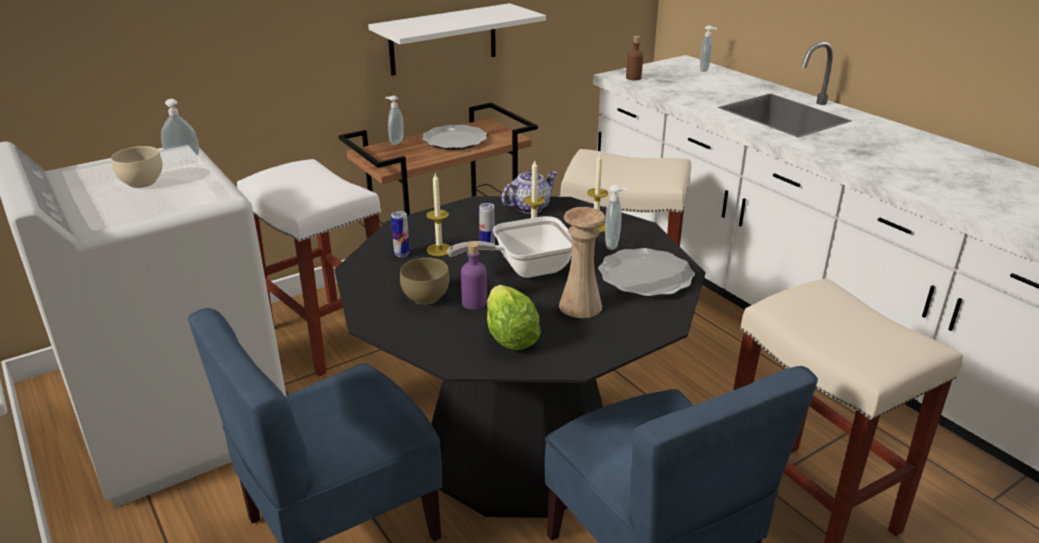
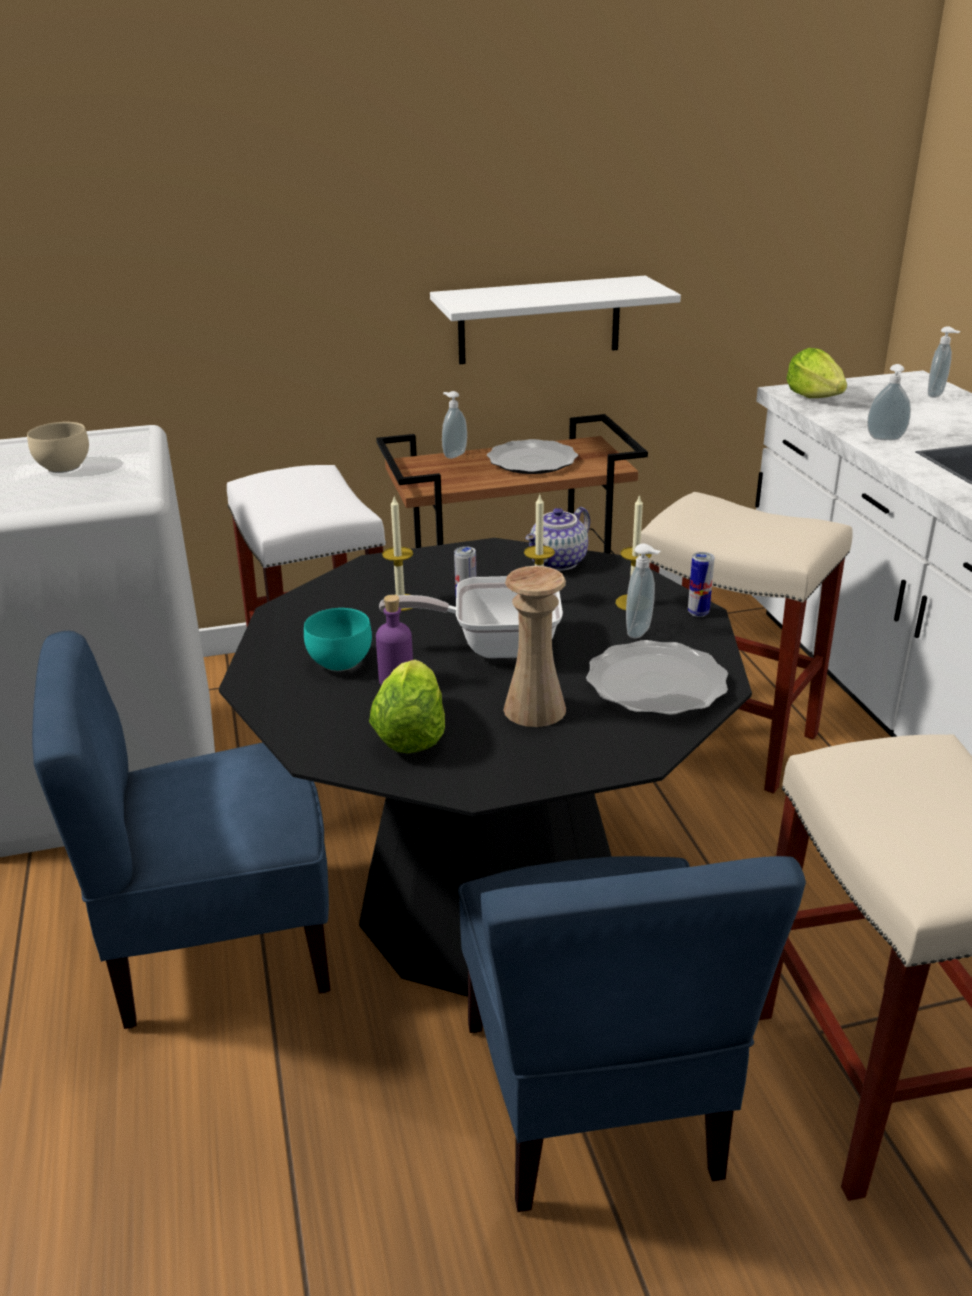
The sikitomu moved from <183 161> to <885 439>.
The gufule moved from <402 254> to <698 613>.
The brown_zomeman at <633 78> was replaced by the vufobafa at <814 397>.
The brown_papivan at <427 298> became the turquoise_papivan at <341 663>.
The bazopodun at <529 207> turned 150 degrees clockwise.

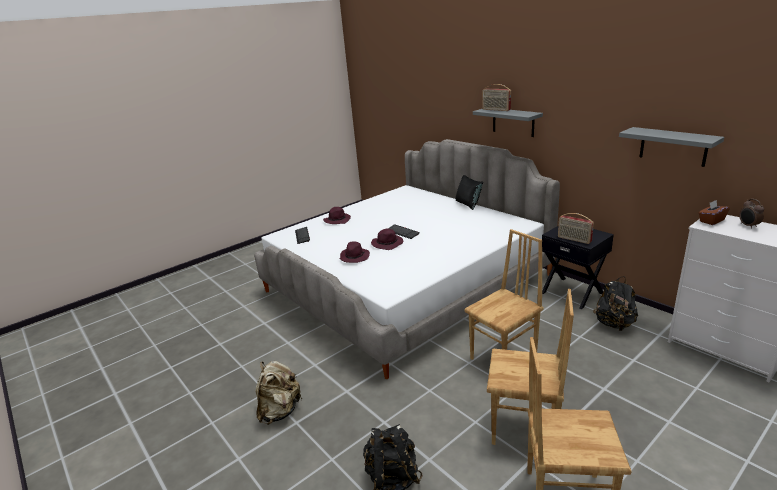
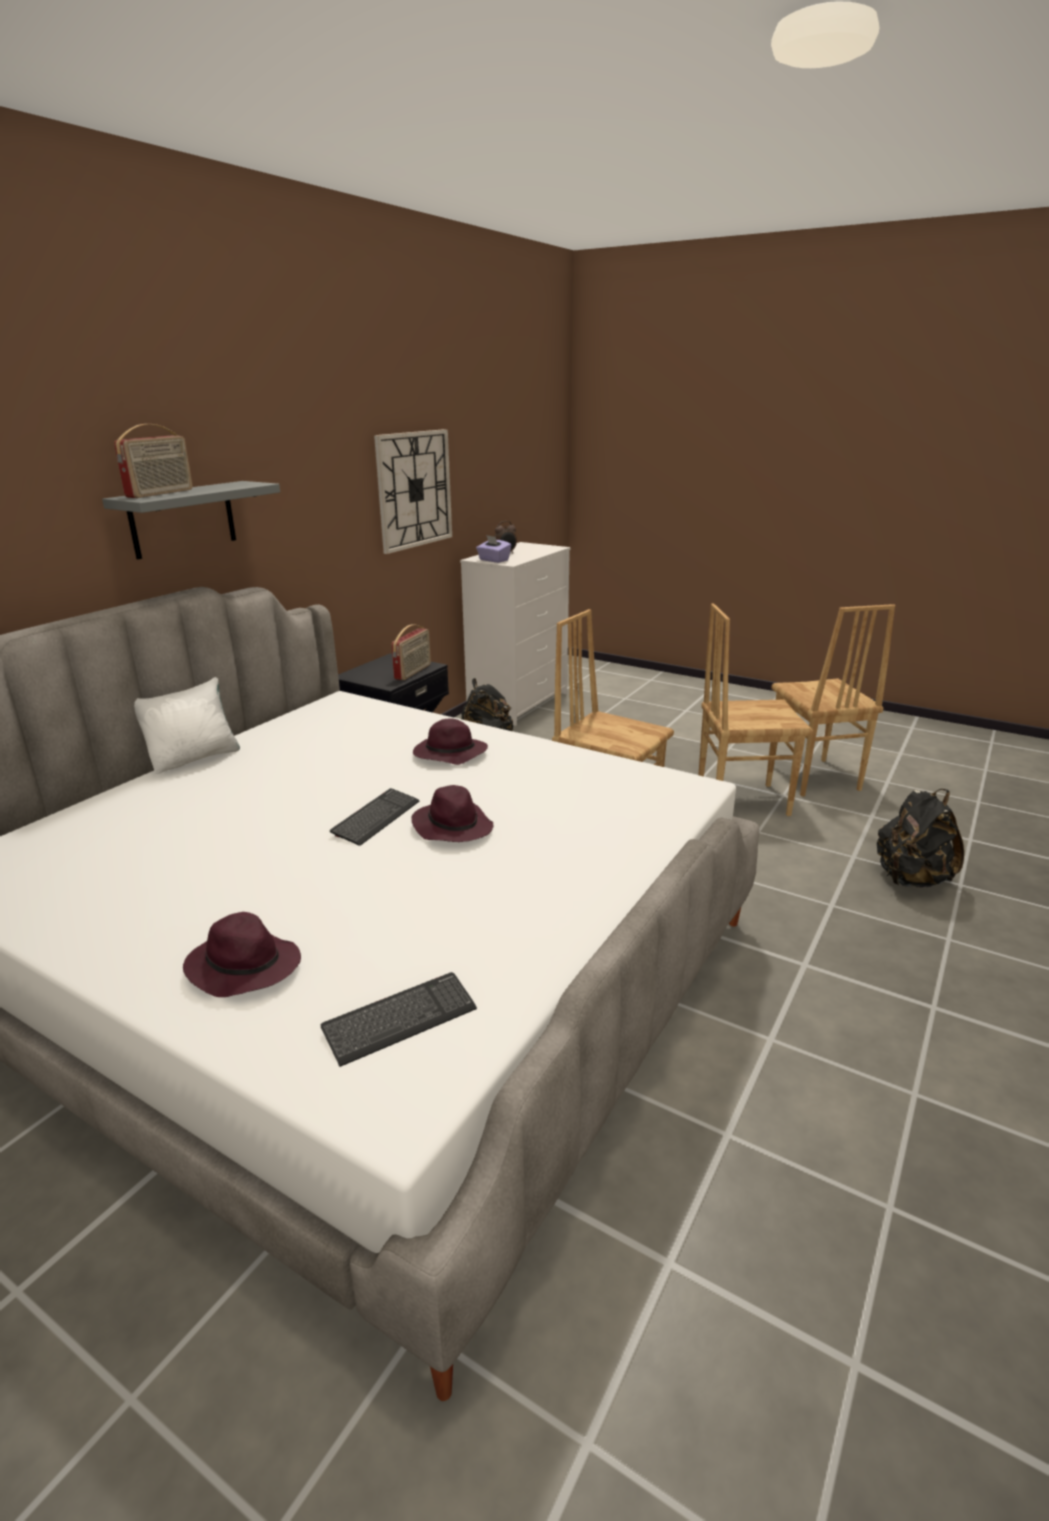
The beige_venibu at <280 411> disappeared.
The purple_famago moved from <354 257> to <449 754>.
The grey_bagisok at <673 146> was replaced by the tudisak at <414 490>.
The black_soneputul at <468 204> became the white_soneputul at <194 758>.
The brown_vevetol at <711 221> became the purple_vevetol at <493 560>.
The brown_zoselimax at <524 430> turned 90 degrees counterclockwise.

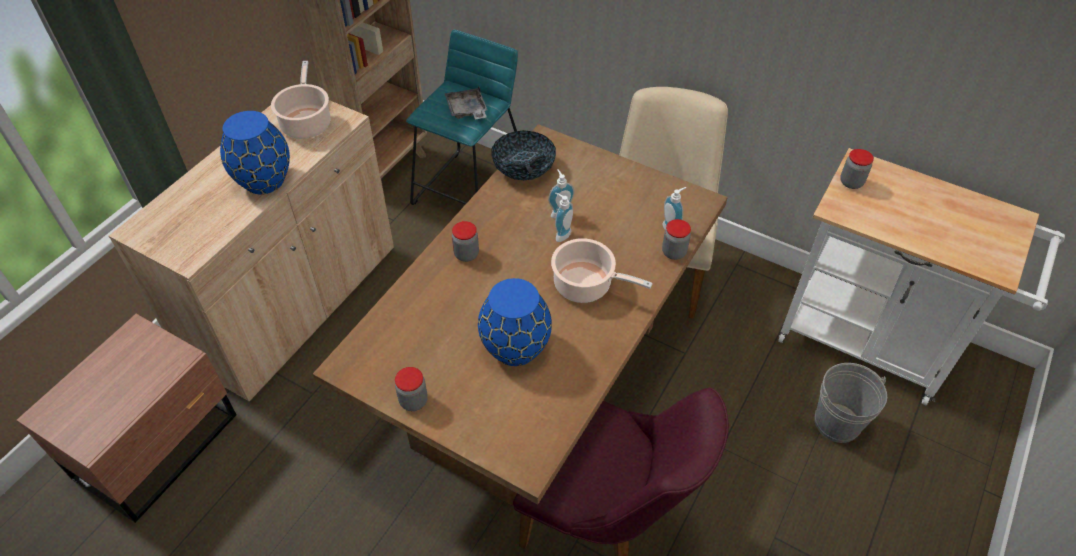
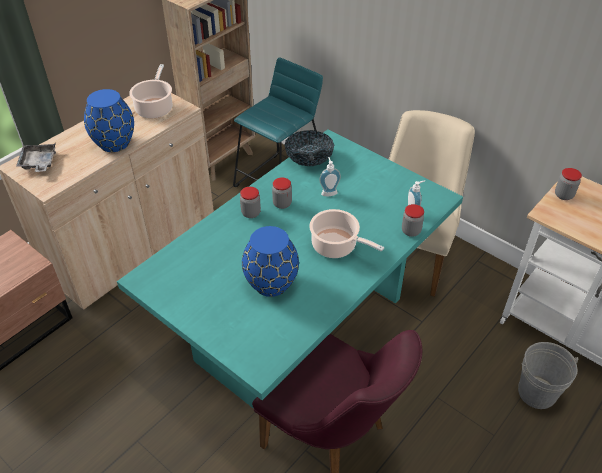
The sikitomu at <561 234> disappeared.
The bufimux moved from <413 401> to <282 204>.
The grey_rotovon moved from <467 110> to <39 163>.
The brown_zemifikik at <538 386> became the turquoise_zemifikik at <301 329>.

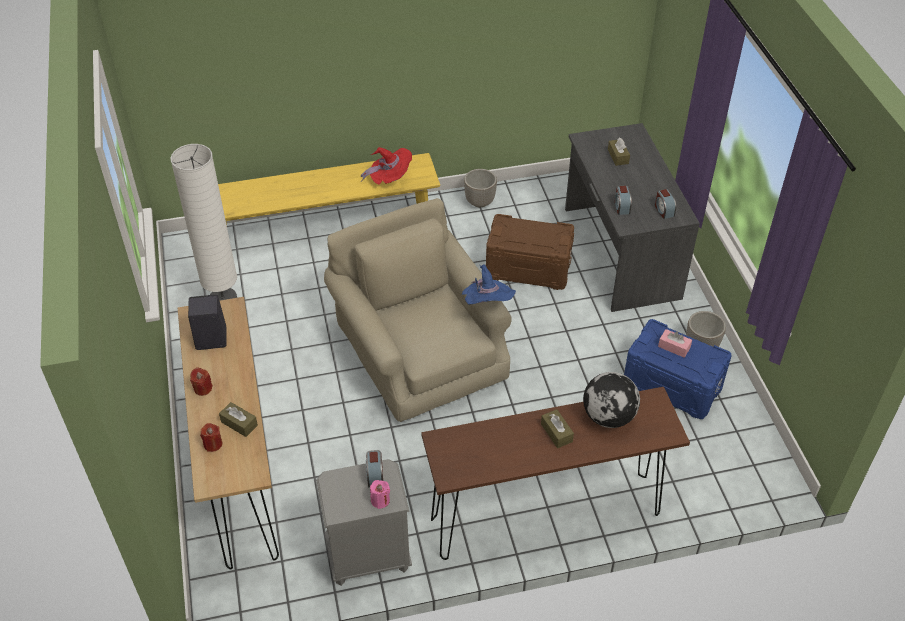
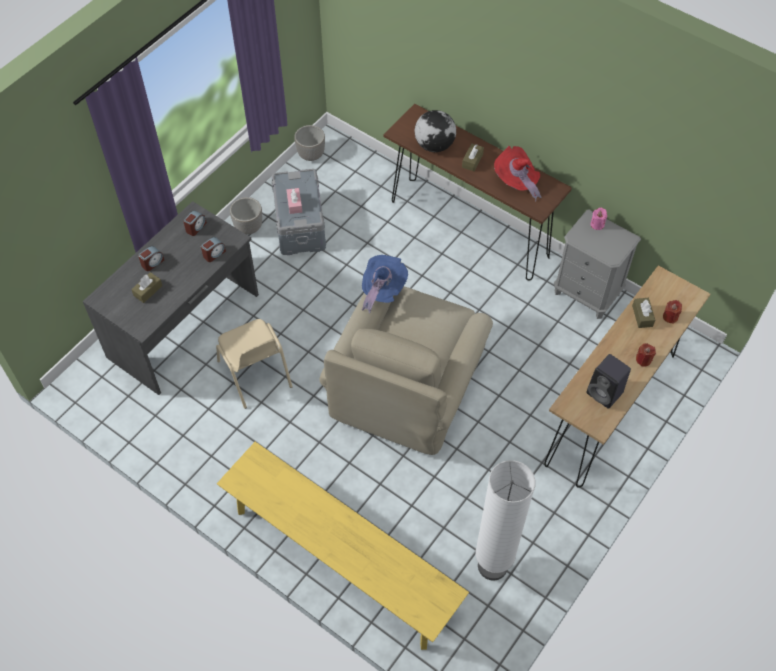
The red_famago moved from <390 178> to <516 182>.
The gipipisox moved from <375 475> to <152 263>.
The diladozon moved from <480 202> to <311 155>.
The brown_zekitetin at <528 267> was replaced by the beige_zoselimax at <255 375>.
The blue_zekitetin at <672 385> became the grey_zekitetin at <301 225>.

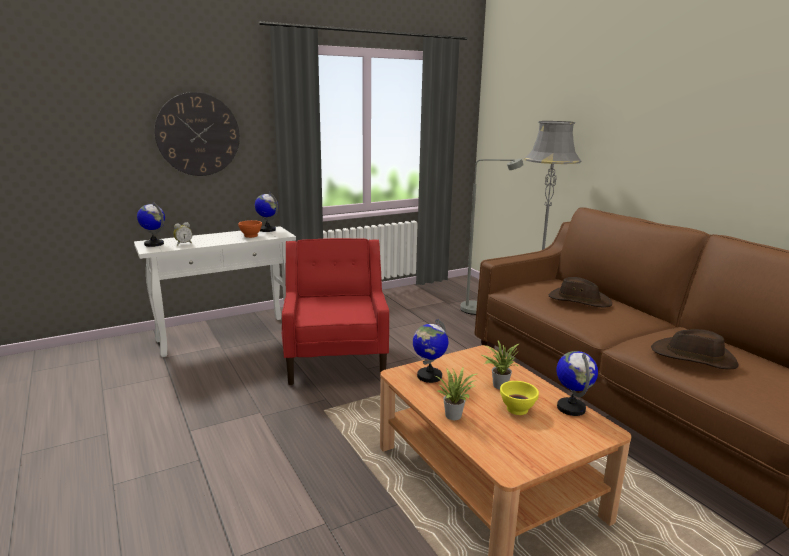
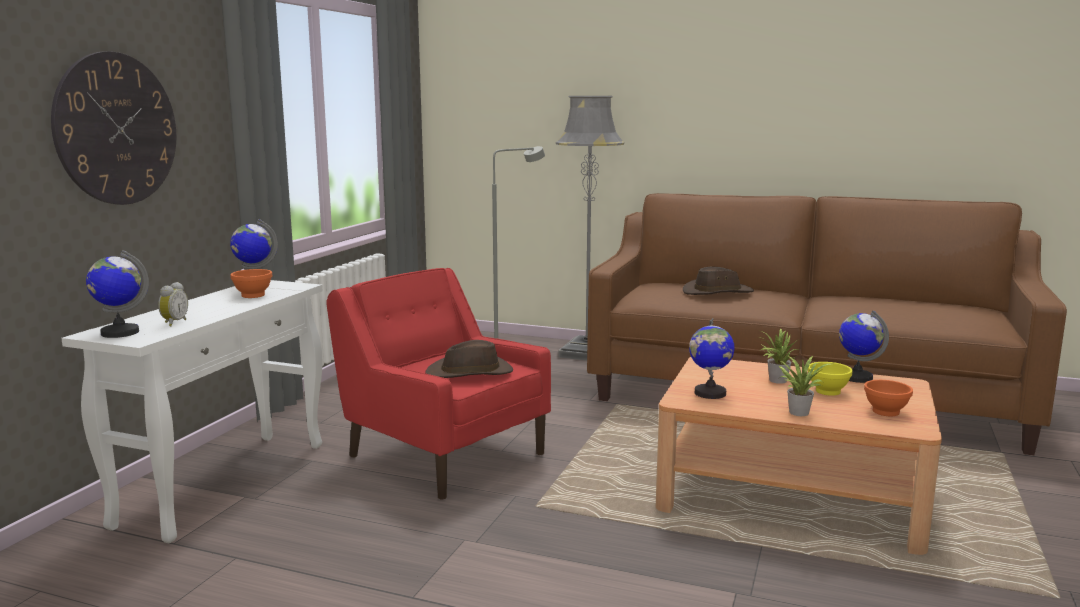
The orange_papivan at <886 411> appeared.
The brown_famago moved from <694 357> to <470 373>.

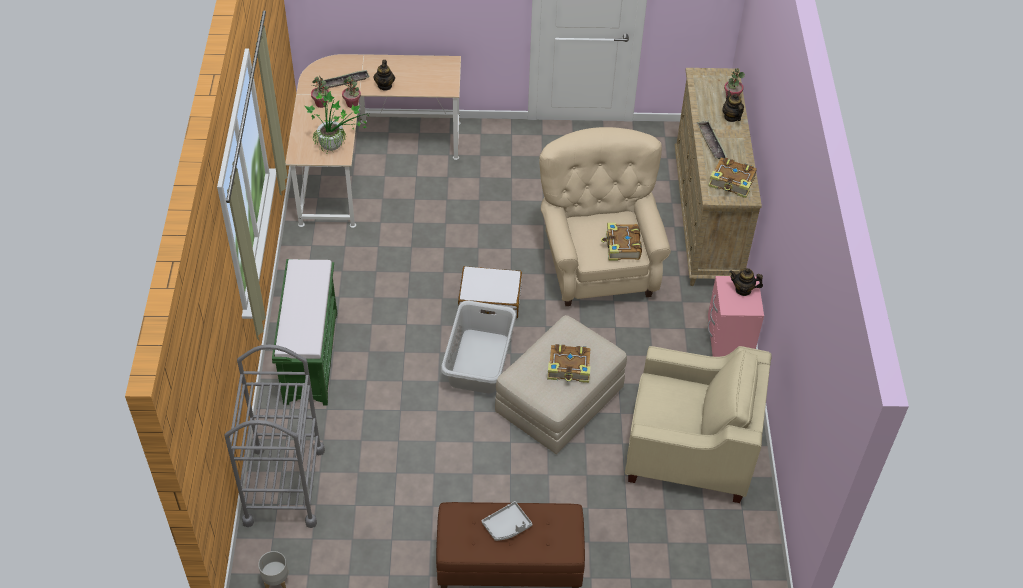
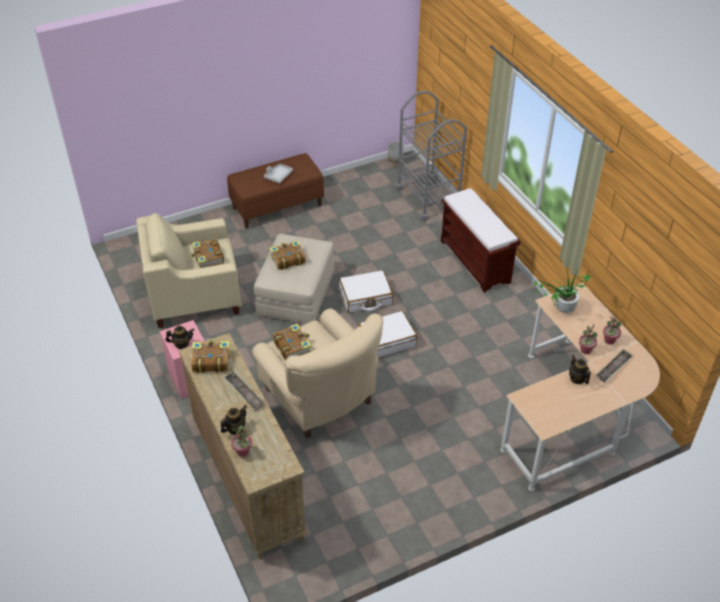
The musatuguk at <208 258> appeared.
The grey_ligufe at <478 361> was replaced by the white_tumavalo at <365 298>.
The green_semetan at <310 356> became the brown_semetan at <476 262>.
The bazopodun at <731 117> turned 90 degrees counterclockwise.

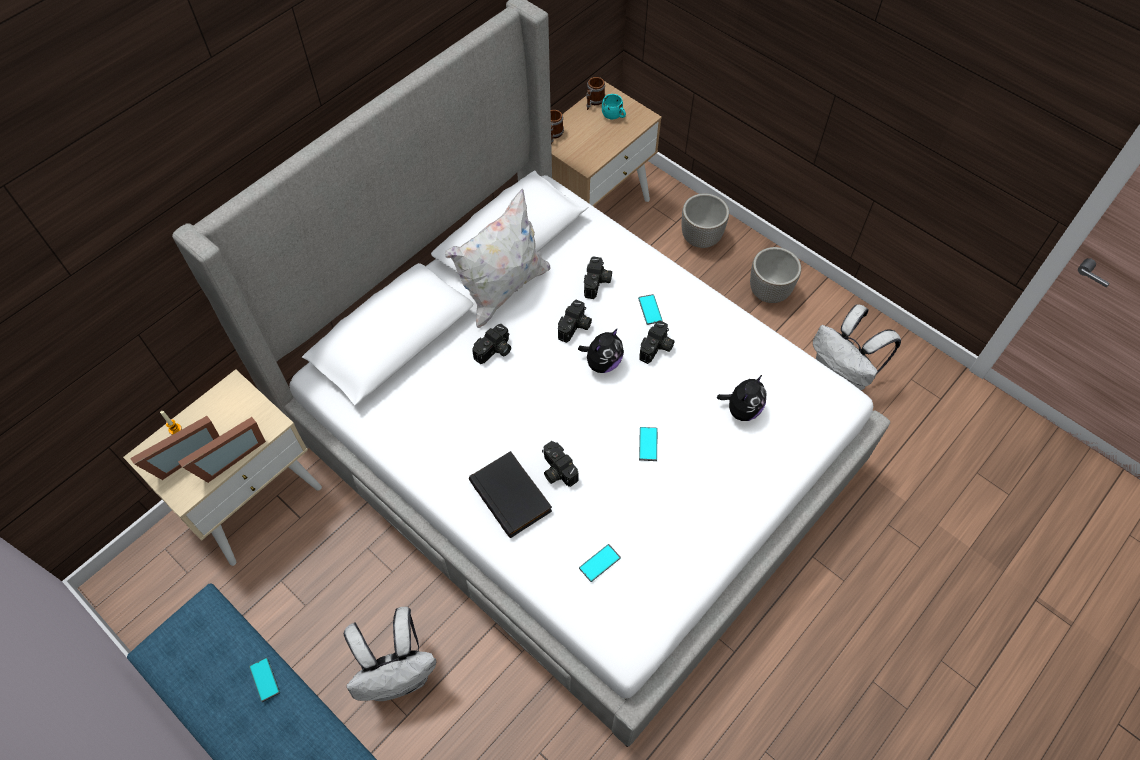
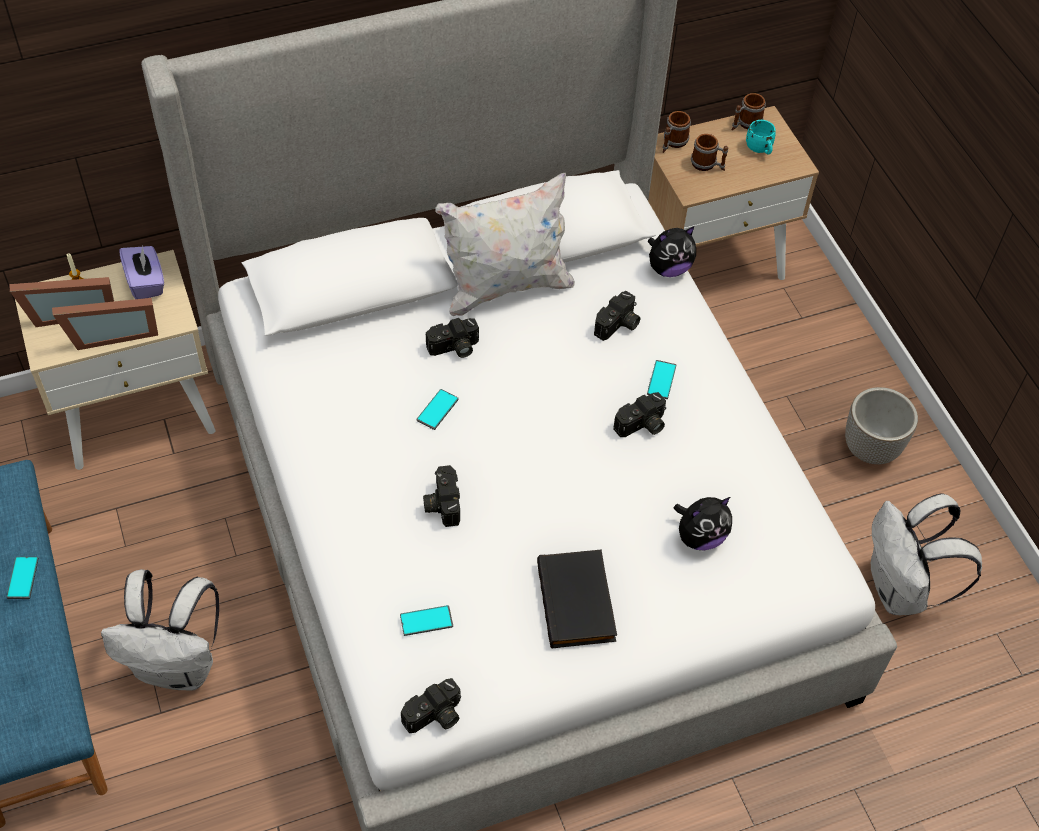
The diladozon at <701 238> disappeared.
The purple_vevetol at <146 283> appeared.
The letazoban at <707 165> appeared.
The black_musatuguk moved from <512 495> to <578 602>.
The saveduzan moved from <575 328> to <435 717>.
The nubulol moved from <602 363> to <668 268>.
The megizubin moved from <648 444> to <437 410>.

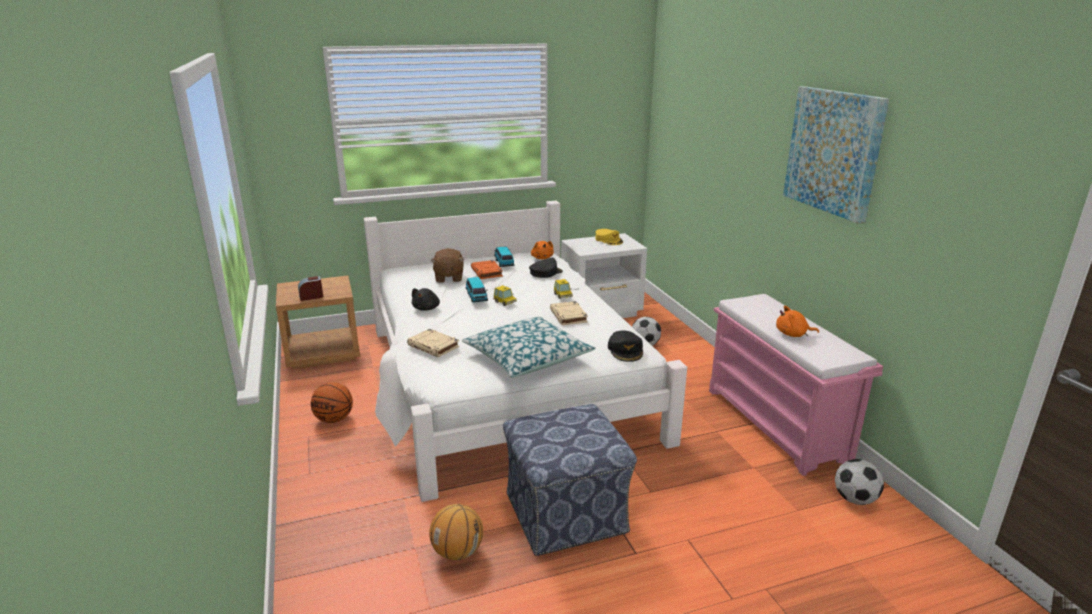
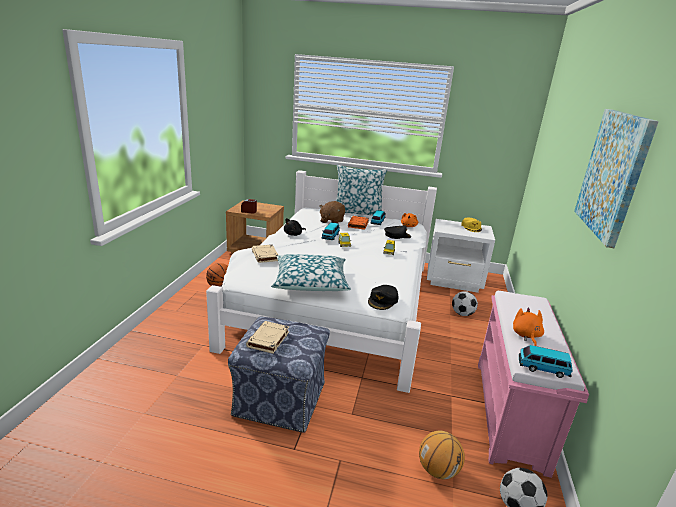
The soneputul at <357 213> appeared.
The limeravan at <542 368> appeared.
The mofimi moved from <458 552> to <438 470>.
The beige_musatuguk moved from <569 316> to <268 340>.
The orange_nubulol at <793 334> turned 60 degrees clockwise.

